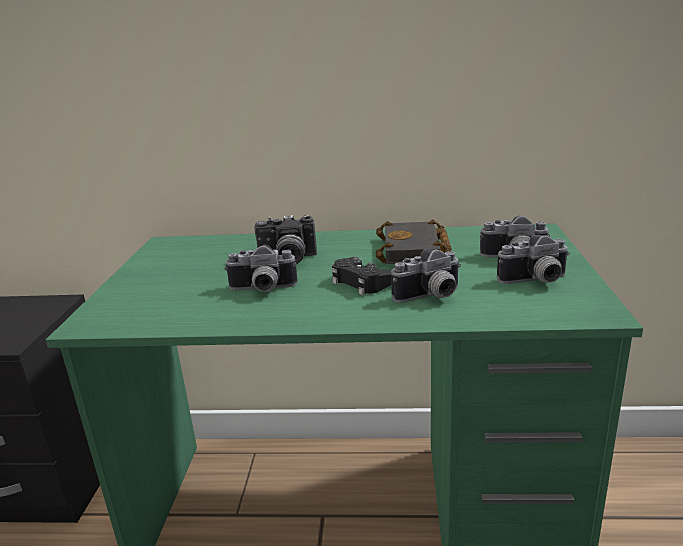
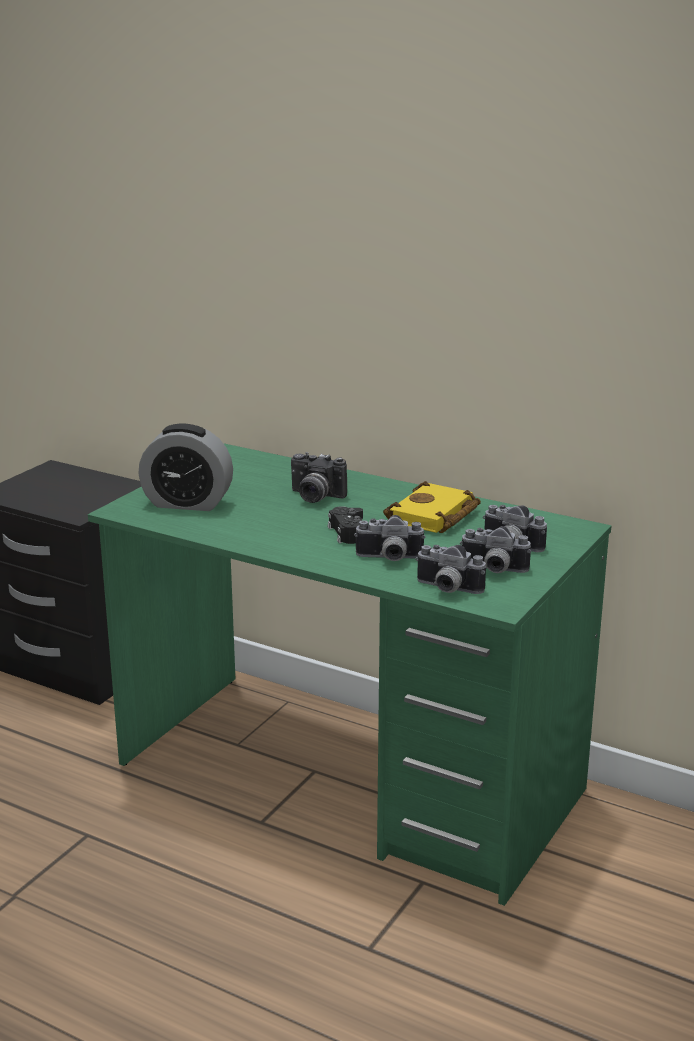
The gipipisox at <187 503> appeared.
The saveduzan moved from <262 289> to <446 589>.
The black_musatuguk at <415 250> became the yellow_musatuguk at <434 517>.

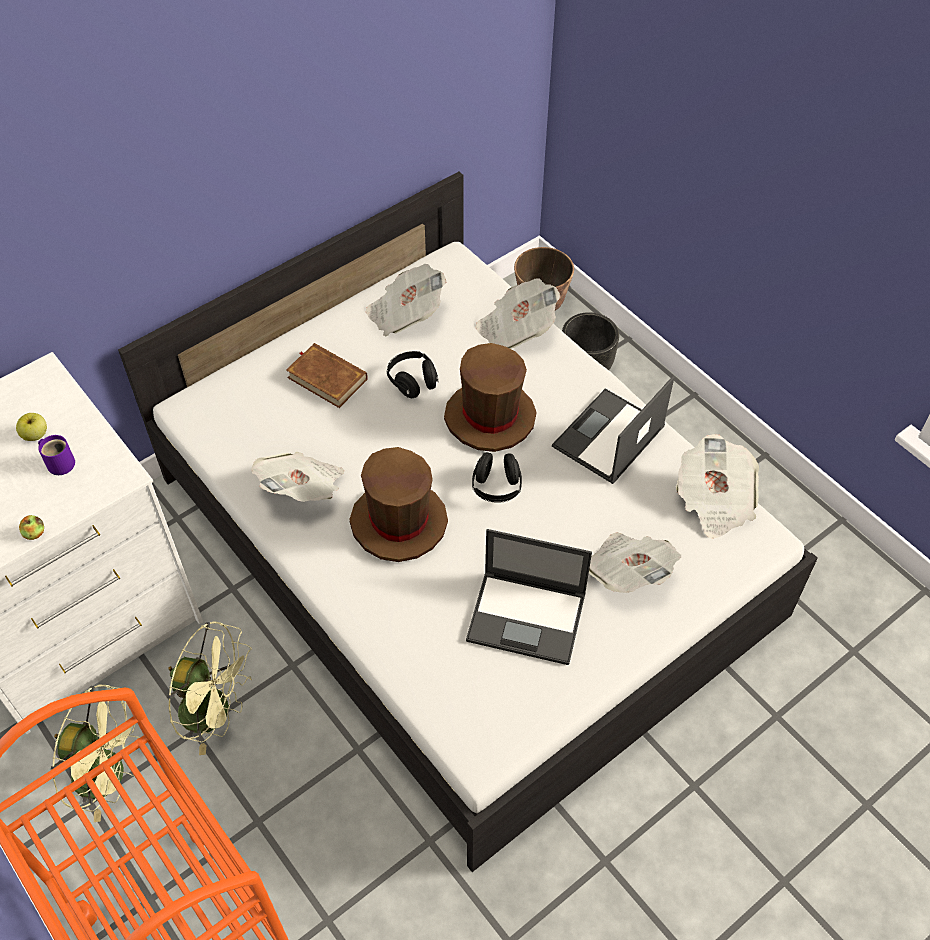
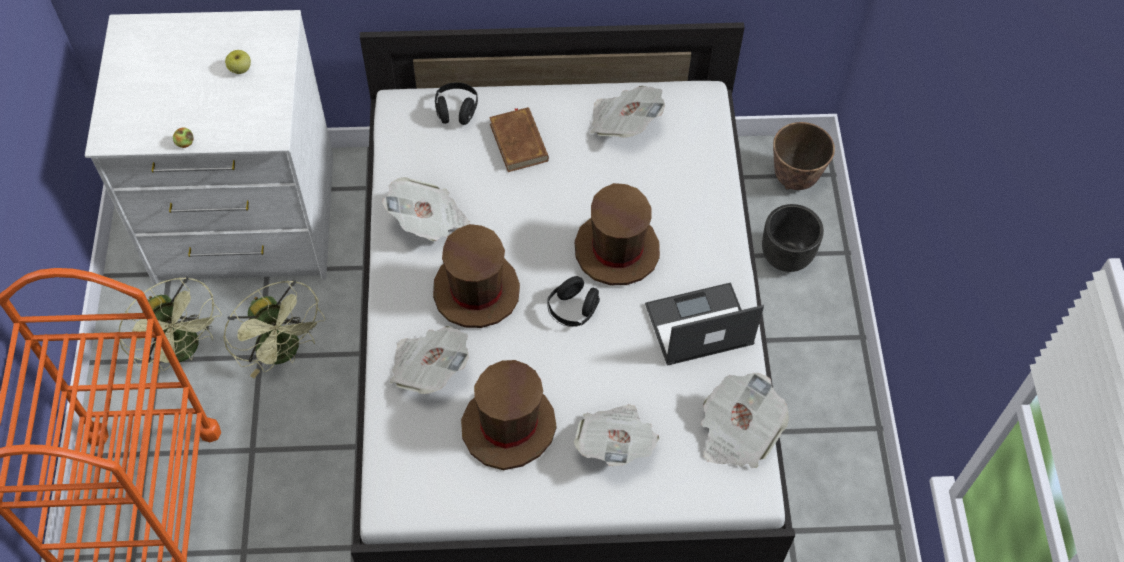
The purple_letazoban at <60 462> disappeared.
The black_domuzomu moved from <412 382> to <456 111>.
The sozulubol moved from <516 330> to <429 368>.
The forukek at <528 617> was replaced by the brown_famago at <509 426>.

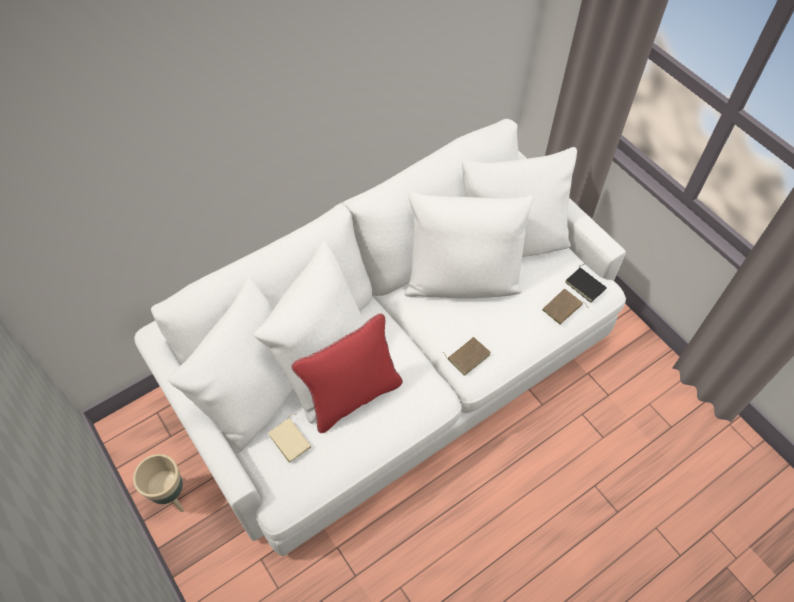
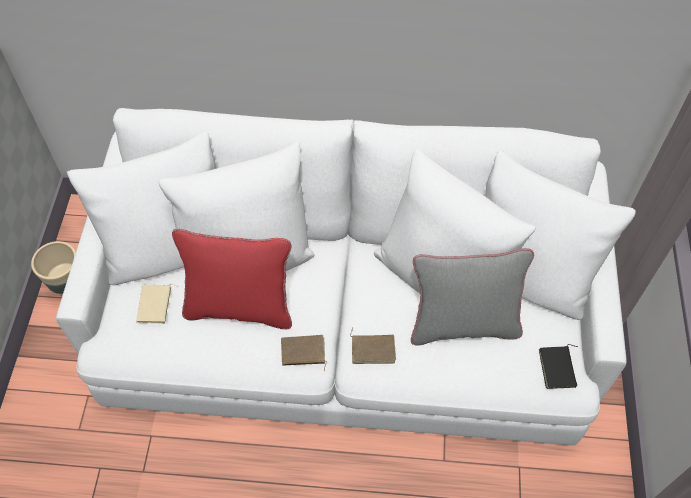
The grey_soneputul at <463 324> appeared.
The brown_musatuguk moved from <563 308> to <303 353>.

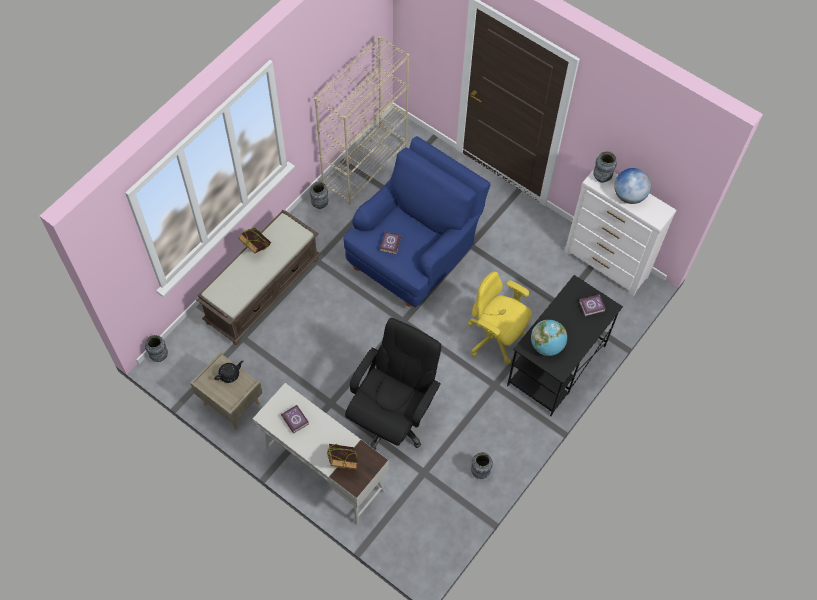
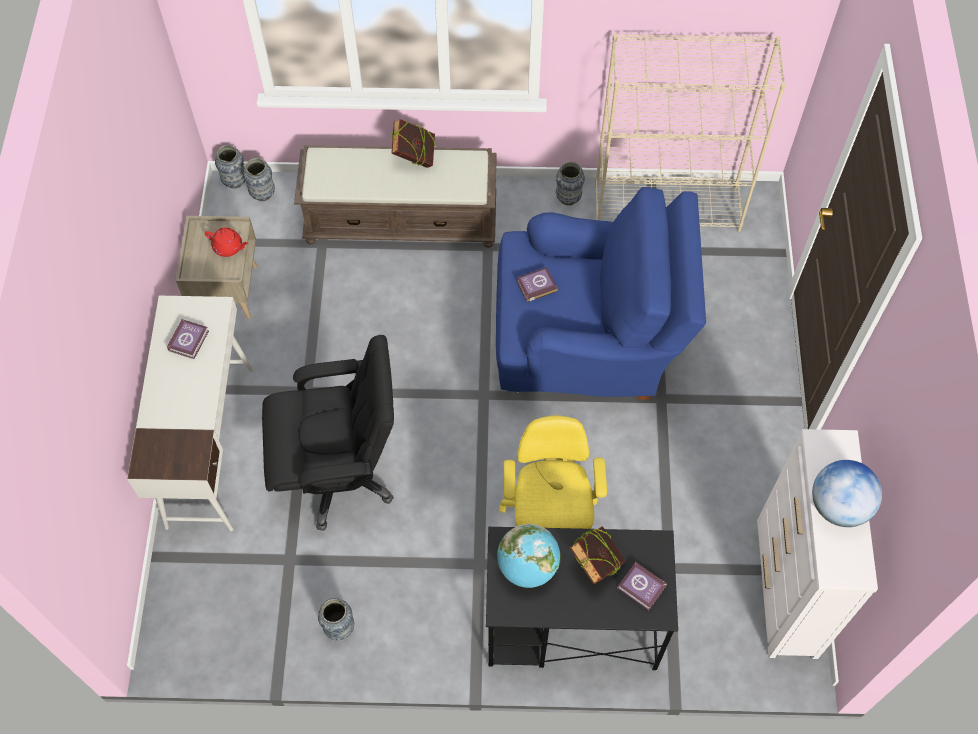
The musatuguk moved from <343 462> to <595 564>.
The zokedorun moved from <601 177> to <263 194>.
The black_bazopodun at <230 374> became the red_bazopodun at <228 247>.

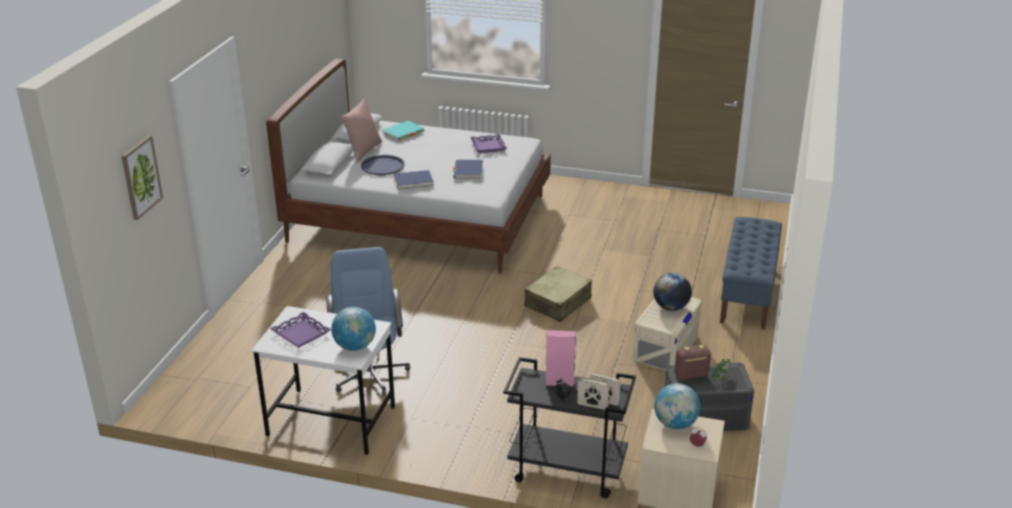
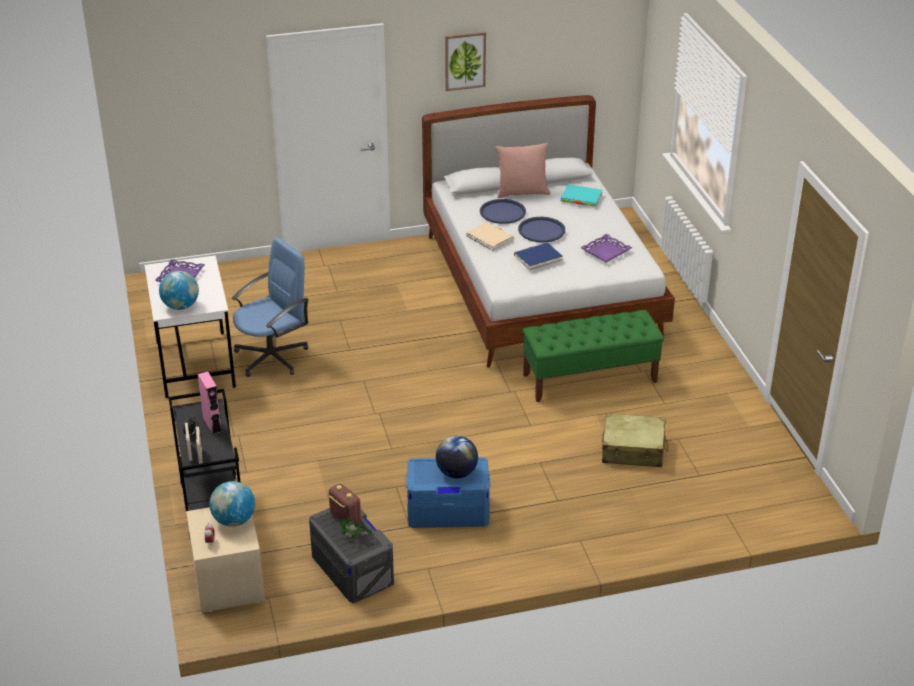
The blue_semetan at <747 294> disappeared.
The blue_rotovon at <541 230> appeared.
The green_semetan at <590 378> appeared.
The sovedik moved from <141 177> to <465 60>.
The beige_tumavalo moved from <558 303> to <633 450>.
The blue_musatuguk at <413 181> became the beige_musatuguk at <489 238>.
The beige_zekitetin at <665 347> became the blue_zekitetin at <448 510>.

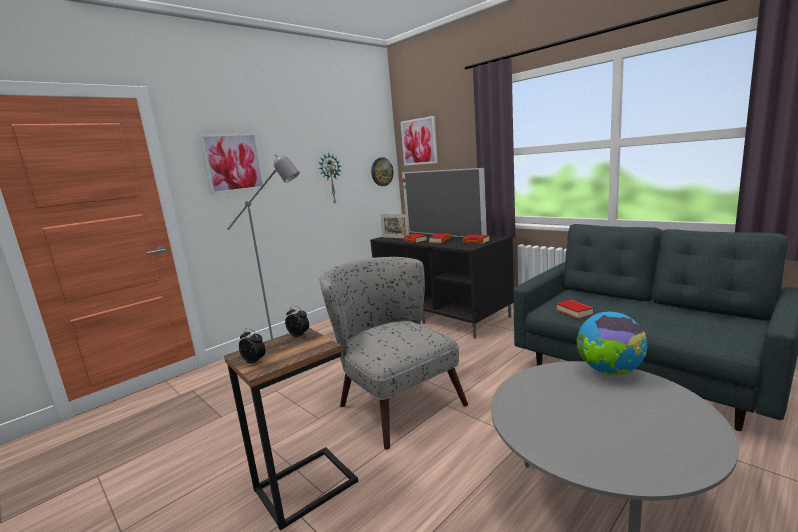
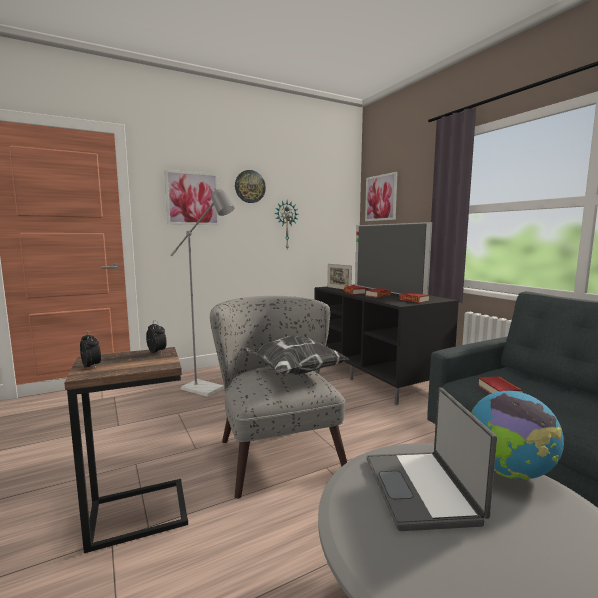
The soneputul at <293 372> appeared.
The forukek at <422 489> appeared.
The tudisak moved from <381 171> to <250 186>.

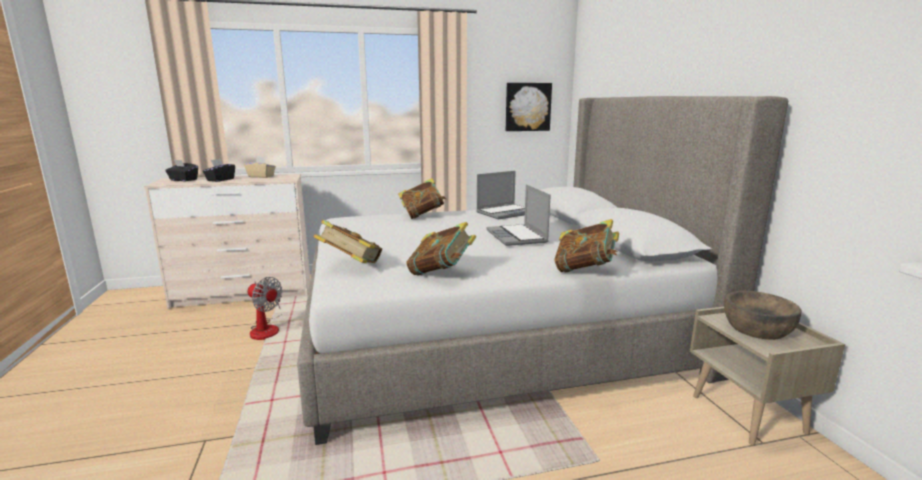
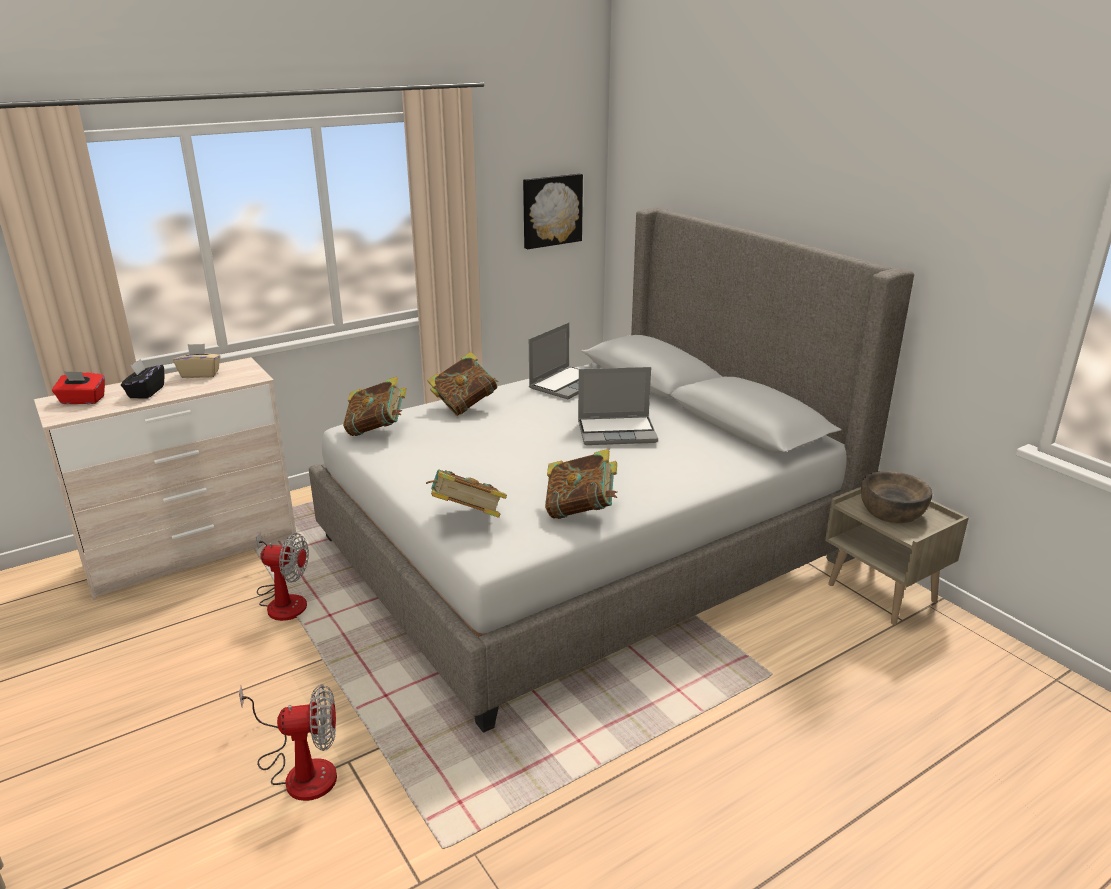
The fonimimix at <300 770> appeared.
The musatuguk moved from <585 270> to <377 430>.
The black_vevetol at <183 180> became the red_vevetol at <82 400>.
The forukek at <517 237> turned 60 degrees counterclockwise.

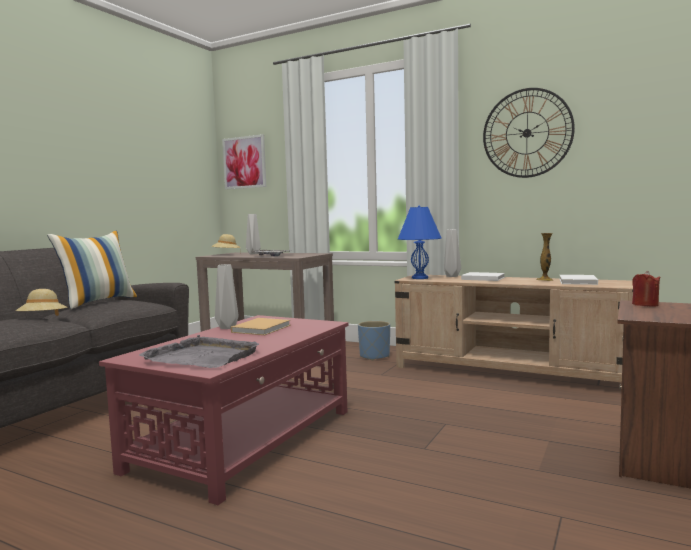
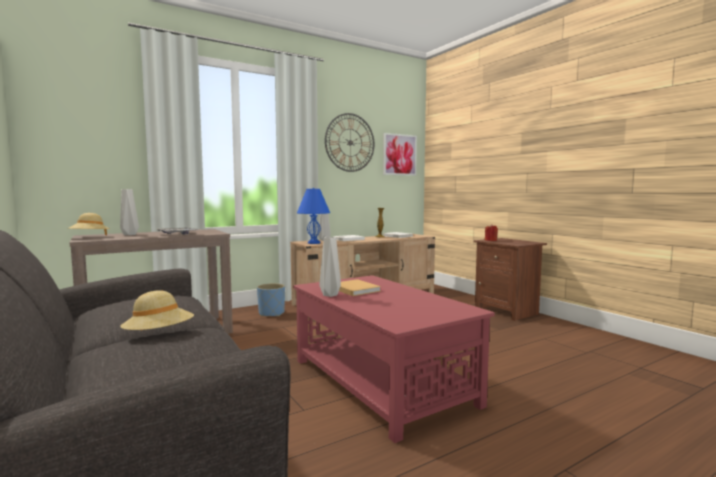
The soneputul at <98 302> disappeared.
The grey_rotovon at <203 357> disappeared.
The sovedik moved from <244 162> to <399 155>.

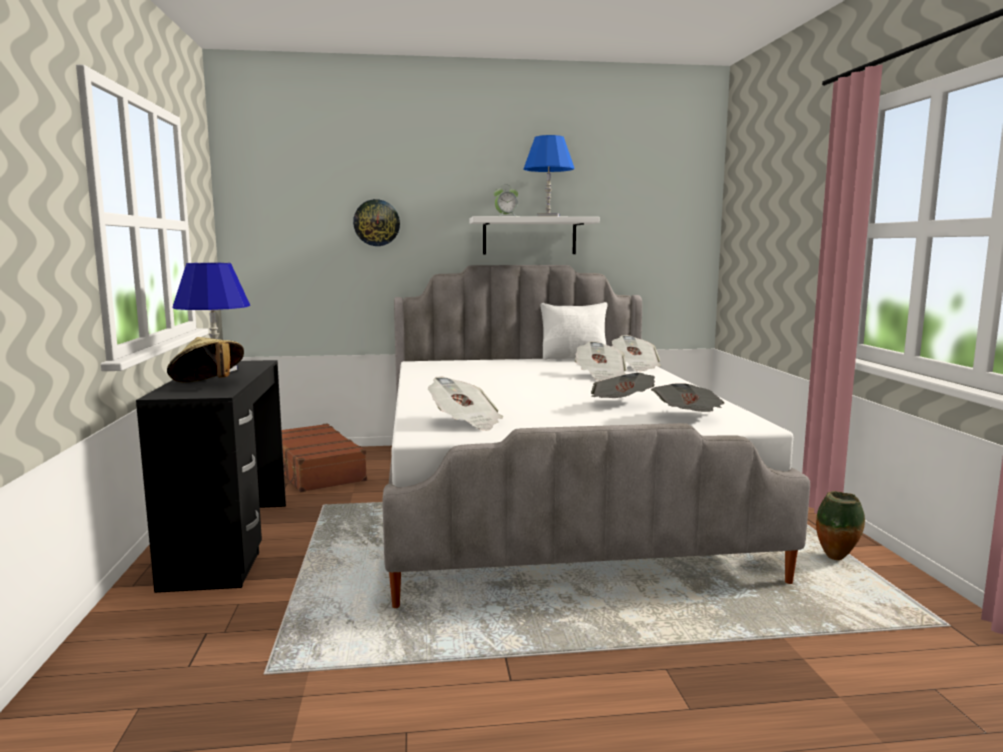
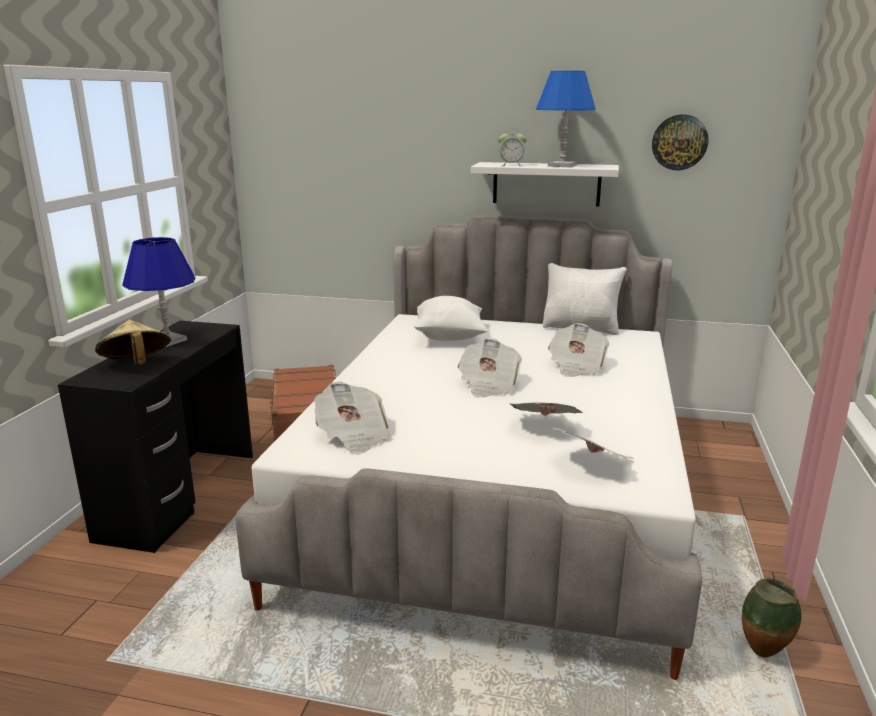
The white_soneputul at <449 337> appeared.
The tudisak moved from <376 223> to <679 142>.
The sozulubol moved from <635 367> to <488 385>.

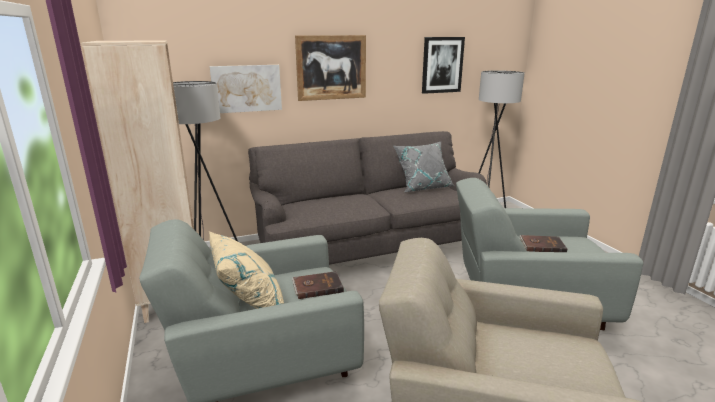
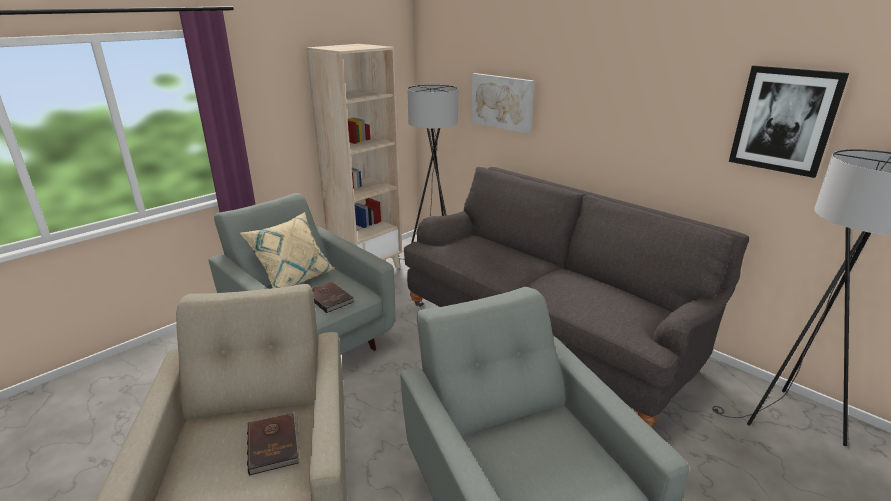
The sovedik at <331 67> disappeared.
The grey_soneputul at <423 187> disappeared.
The brown_musatuguk moved from <542 245> to <274 444>.

